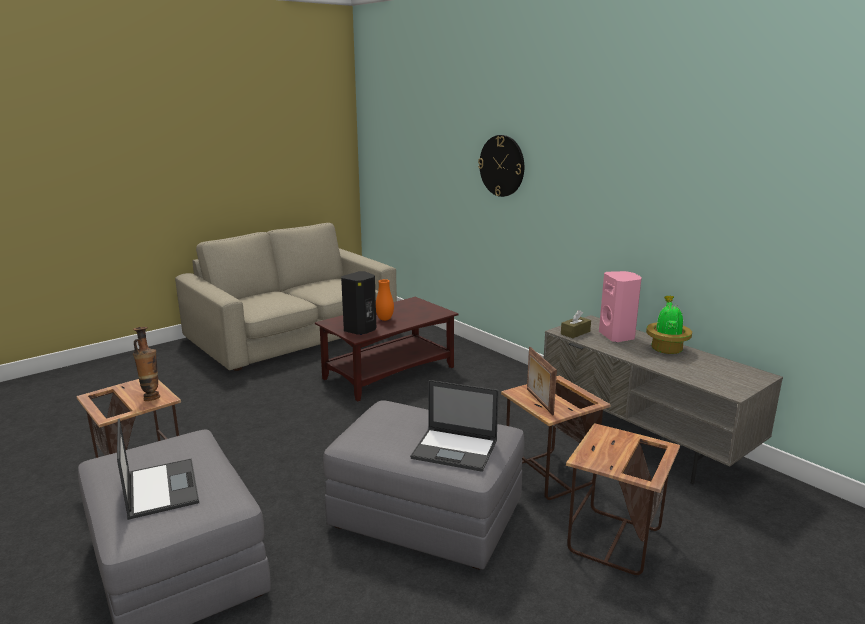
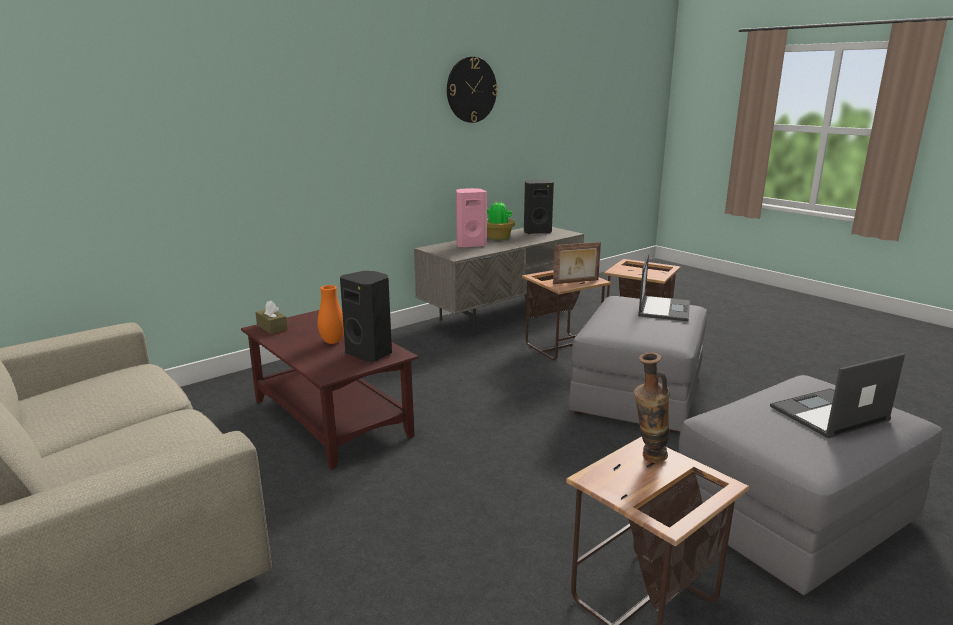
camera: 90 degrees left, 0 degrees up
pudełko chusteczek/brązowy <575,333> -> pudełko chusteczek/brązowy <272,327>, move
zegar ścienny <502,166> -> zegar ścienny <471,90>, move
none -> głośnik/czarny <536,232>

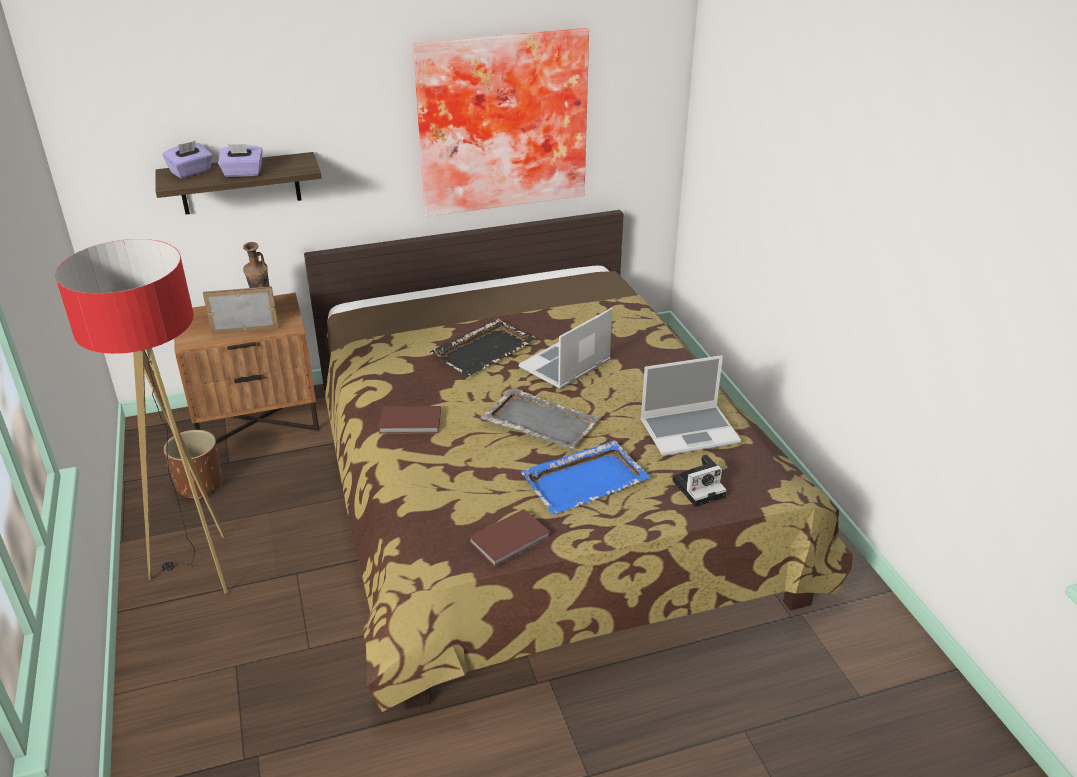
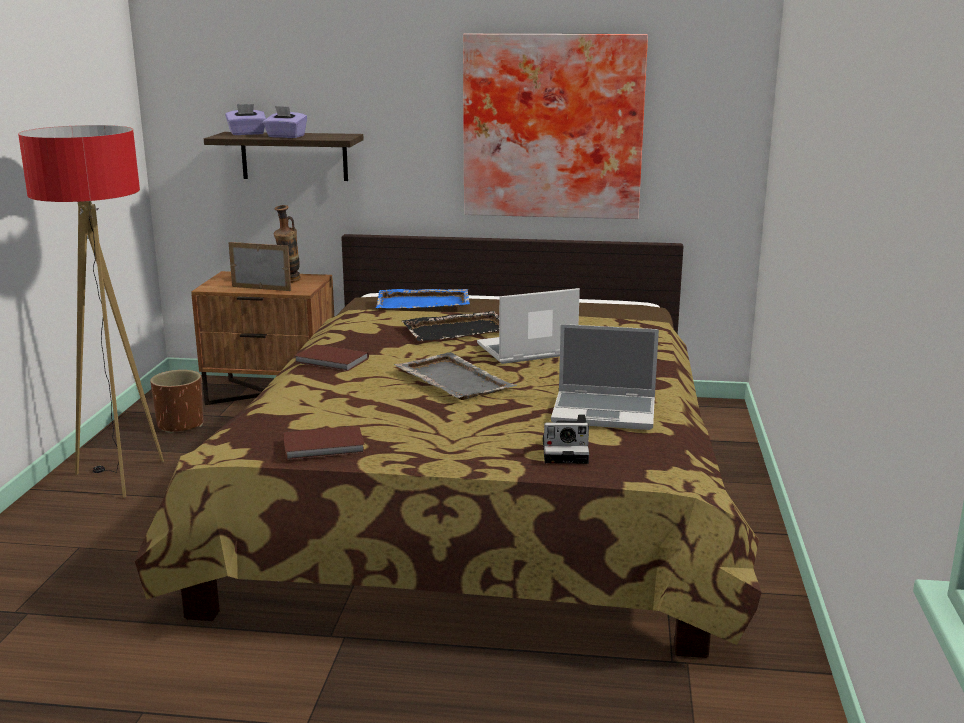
camera: 25 degrees right, 15 degrees down
taca/niebieski <586,480> -> taca/niebieski <424,302>, move

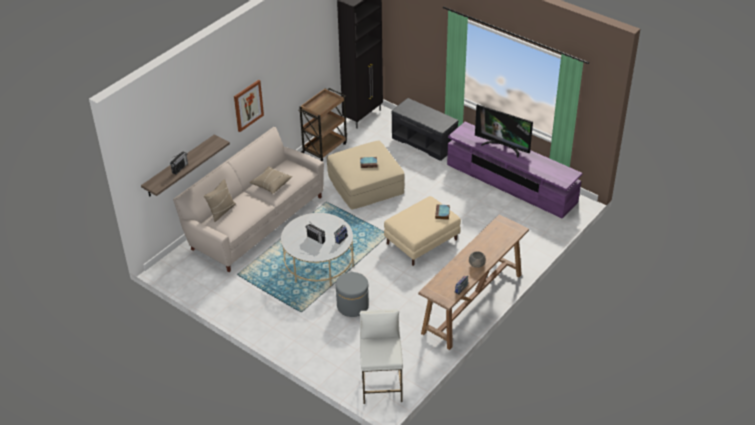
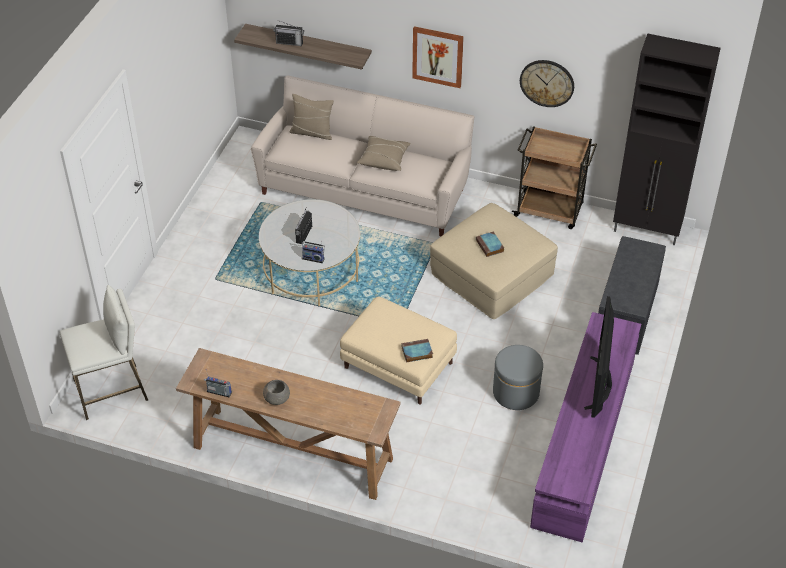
camera: 70 degrees right, 5 degrees up
pufa/szary <352,305> -> pufa/szary <516,392>, move
none -> zegar ścienny <547,83>

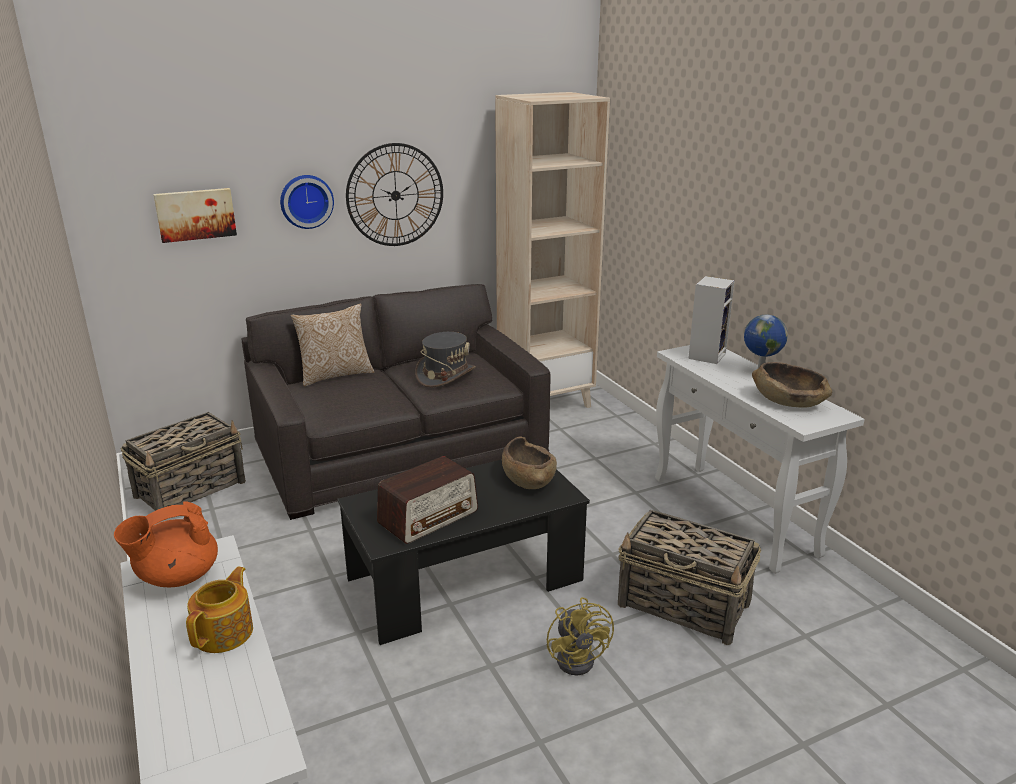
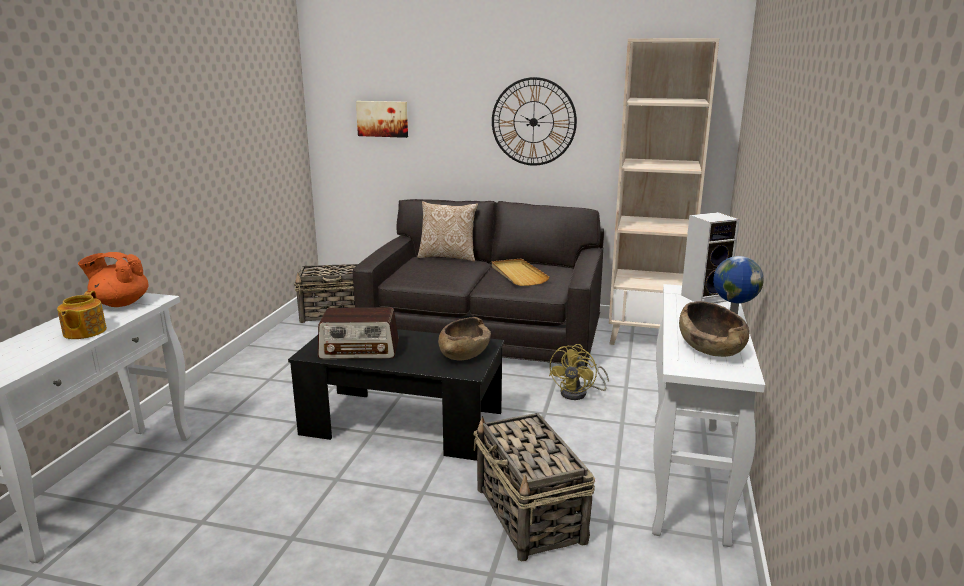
camera: 40 degrees right, 5 degrees down
imbryk <225,632> -> imbryk <84,332>, 120 degrees clockwise
kapelusz/szary <445,375> -> taca/beżowy <518,274>
wentylator/żółty <579,657> -> wentylator/żółty <579,393>, move
zegar ścienny <306,201> -> none

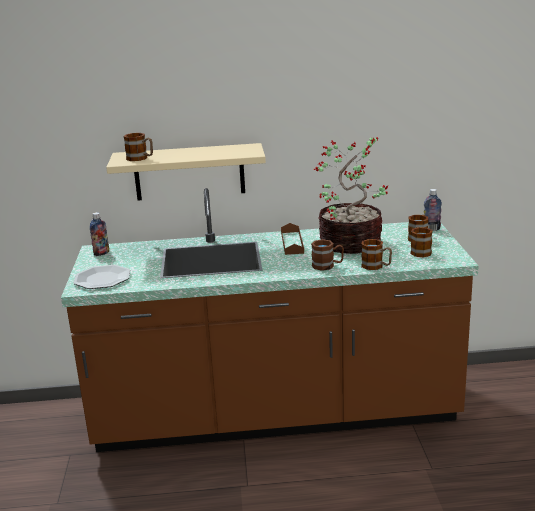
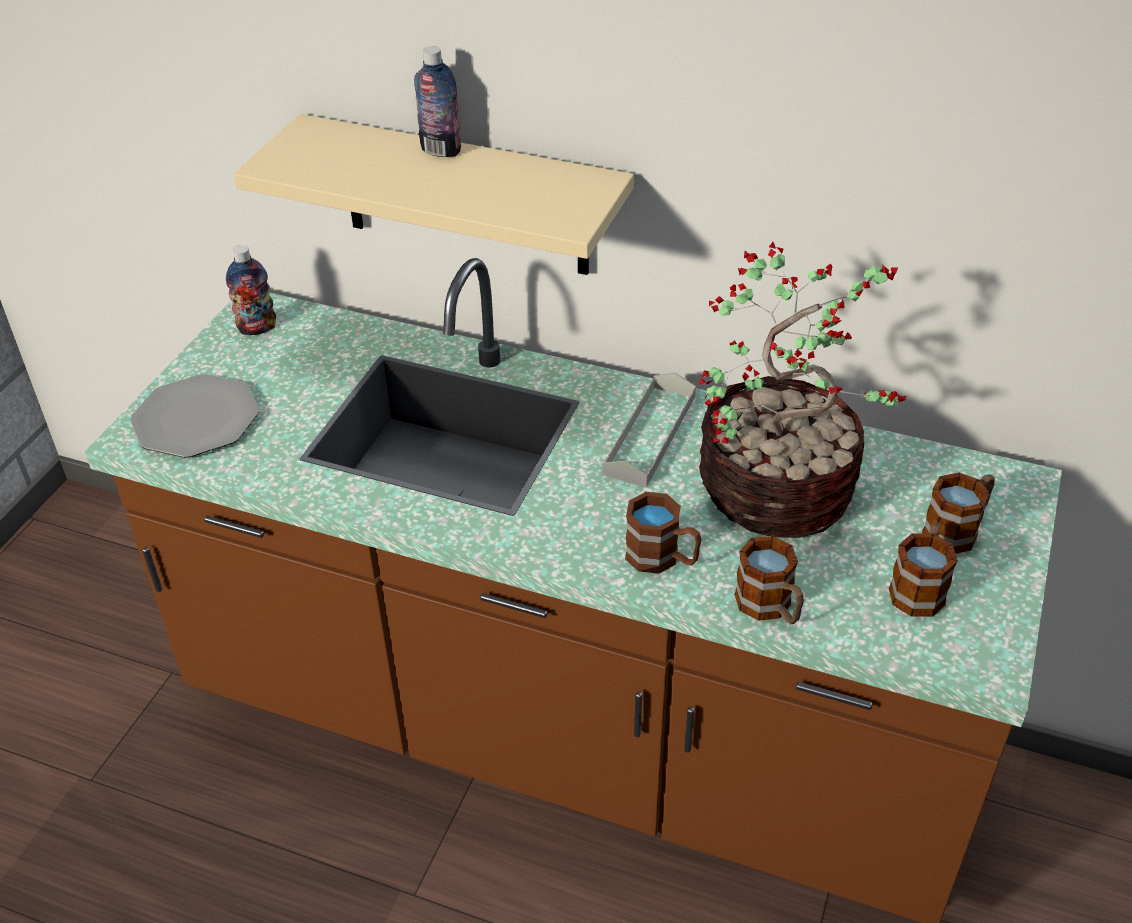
camera: 25 degrees right, 20 degrees up
butelka <431,229> -> butelka <441,150>, move
taca/brązowy <292,242> -> taca/szary <650,434>
kubek <140,158> -> none

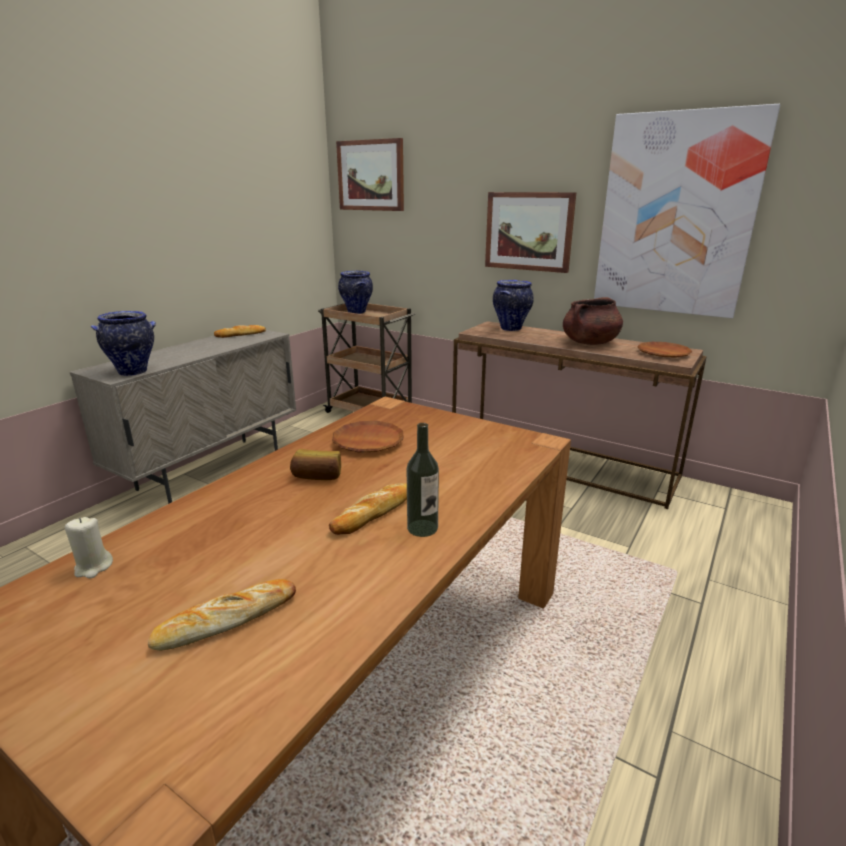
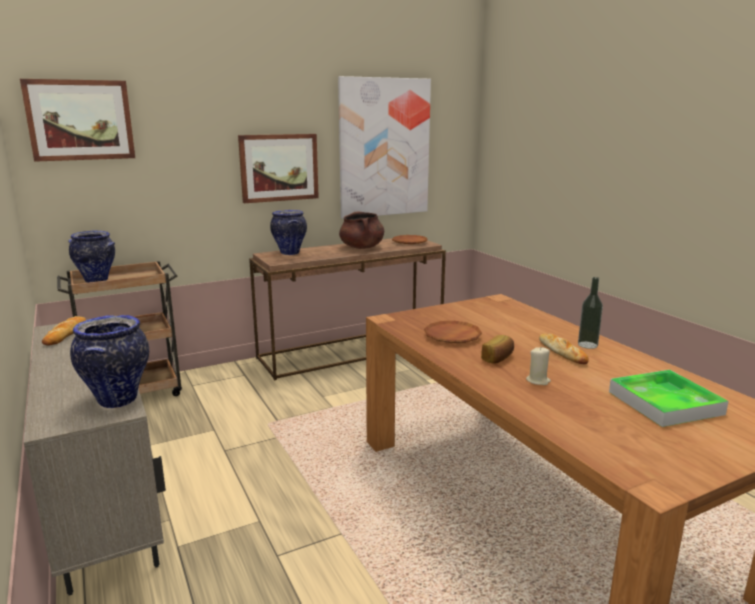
camera: 60 degrees left, 5 degrees down
świeca/beżowy <93,567> -> świeca/beżowy <538,381>, move
chleb <226,620> -> taca <665,403>

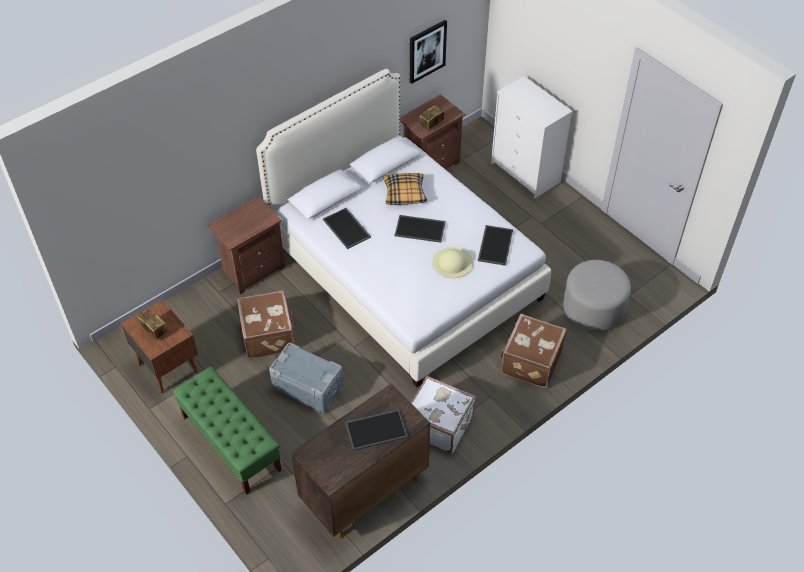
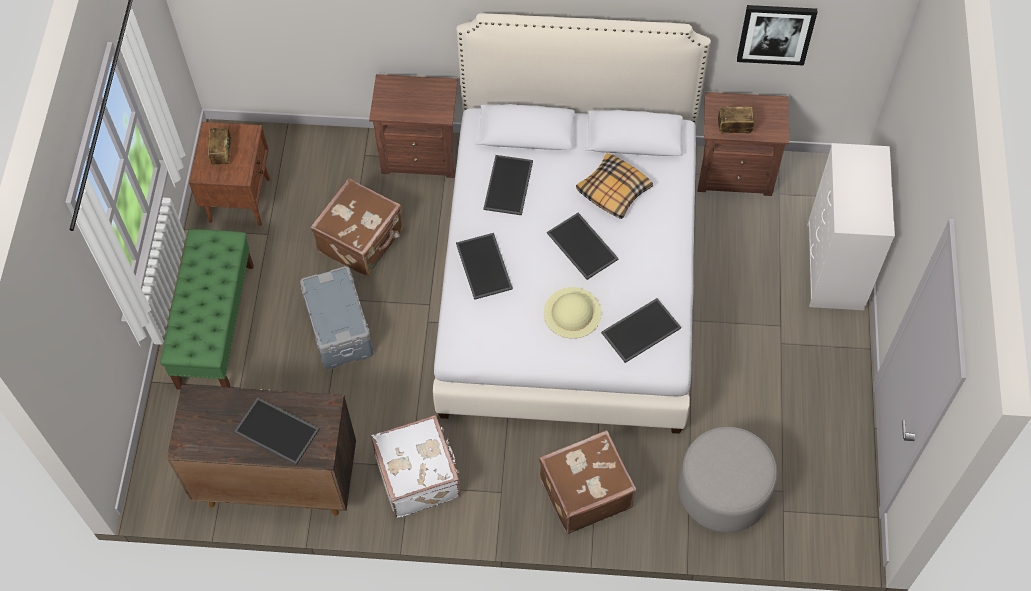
camera: 45 degrees right, 10 degrees up
none -> taca <485,266>

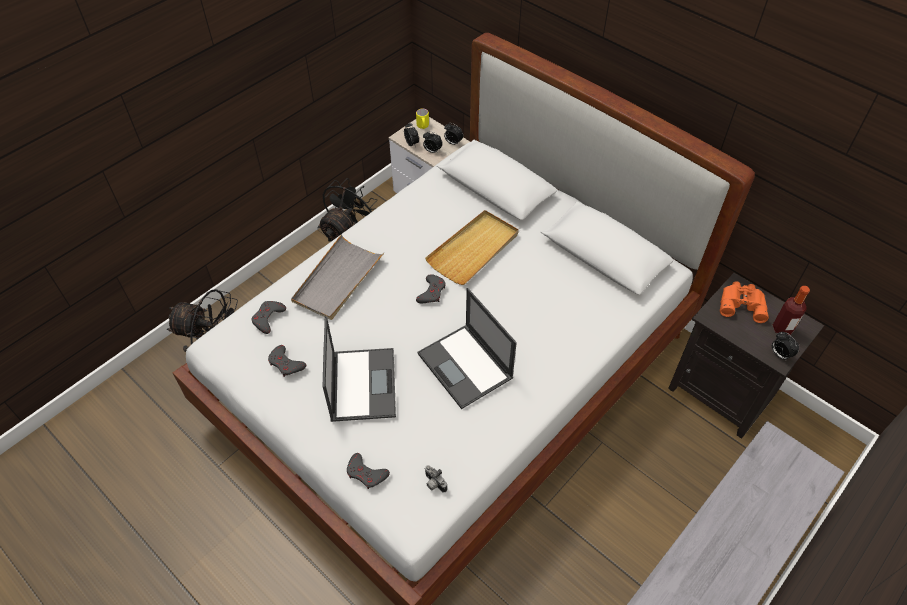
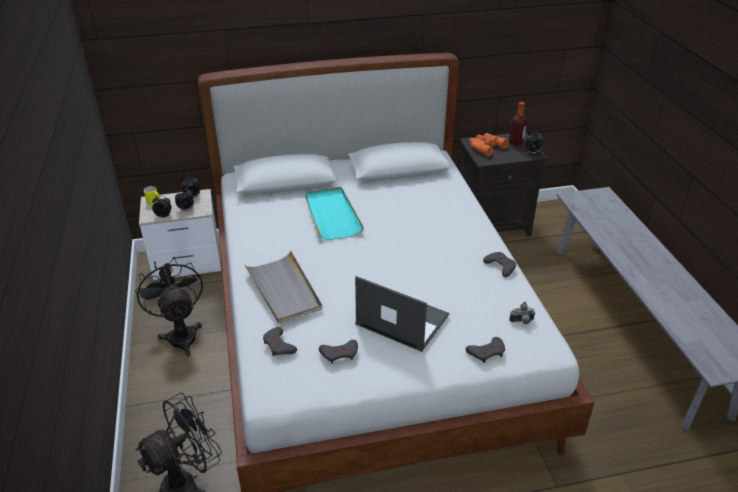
camera: 55 degrees left, 15 degrees down
taca/beżowy <474,249> -> taca/turkusowy <332,215>
pad do gier/szary <431,292> -> pad do gier/szary <500,266>, move
laptop <466,366> -> none

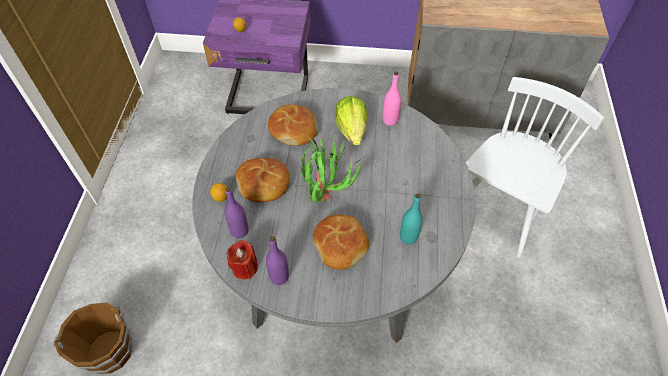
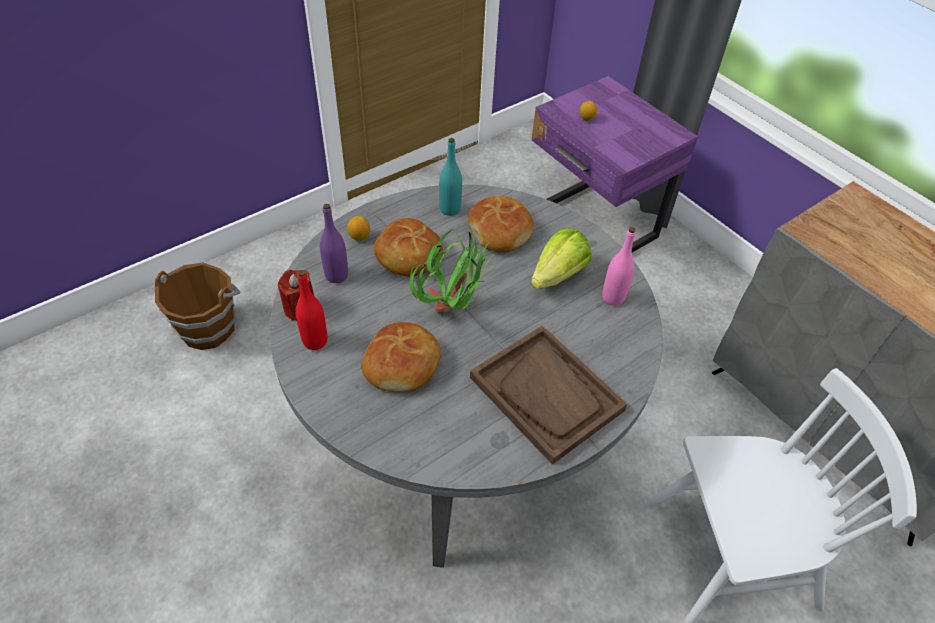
camera: 45 degrees right, 5 degrees down
butelka/fioletowy <279,277> -> butelka/czerwony <315,341>
butelka/turkusowy <408,237> -> butelka/turkusowy <450,209>, move
none -> taca/brązowy <546,394>

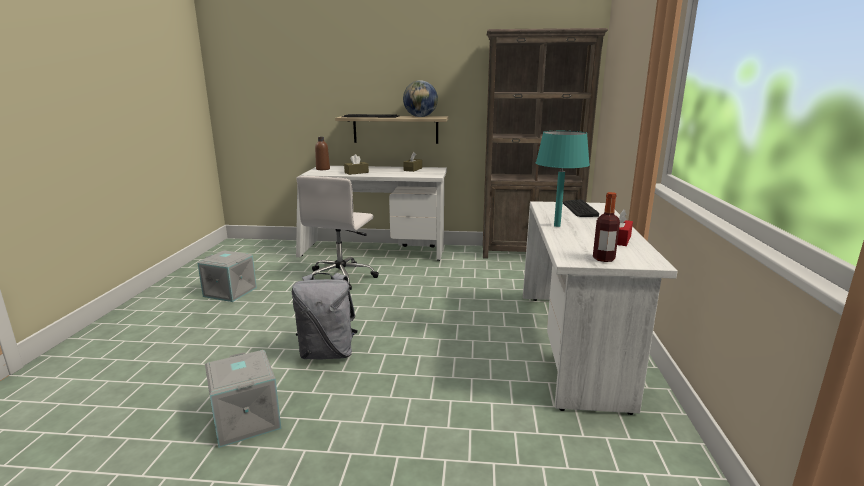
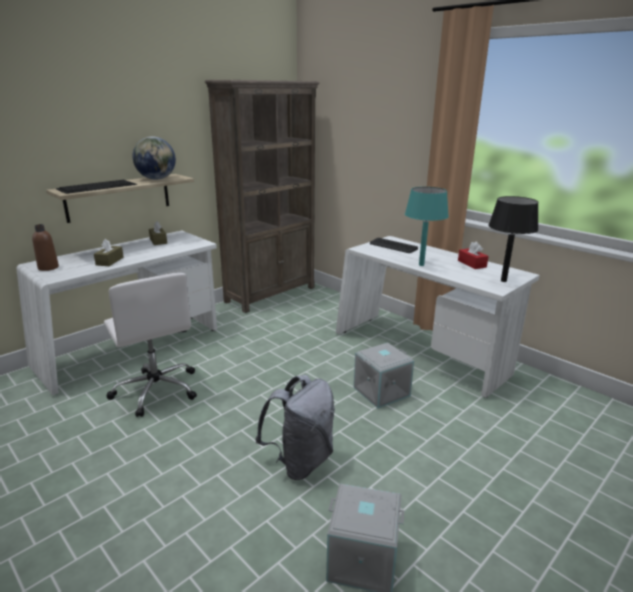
camera: 50 degrees left, 5 degrees up
pojemnik do przechowywania/szary <231,292> -> pojemnik do przechowywania/szary <381,391>, move
butelka <603,259> -> lampa stołowa/czarny <503,281>

